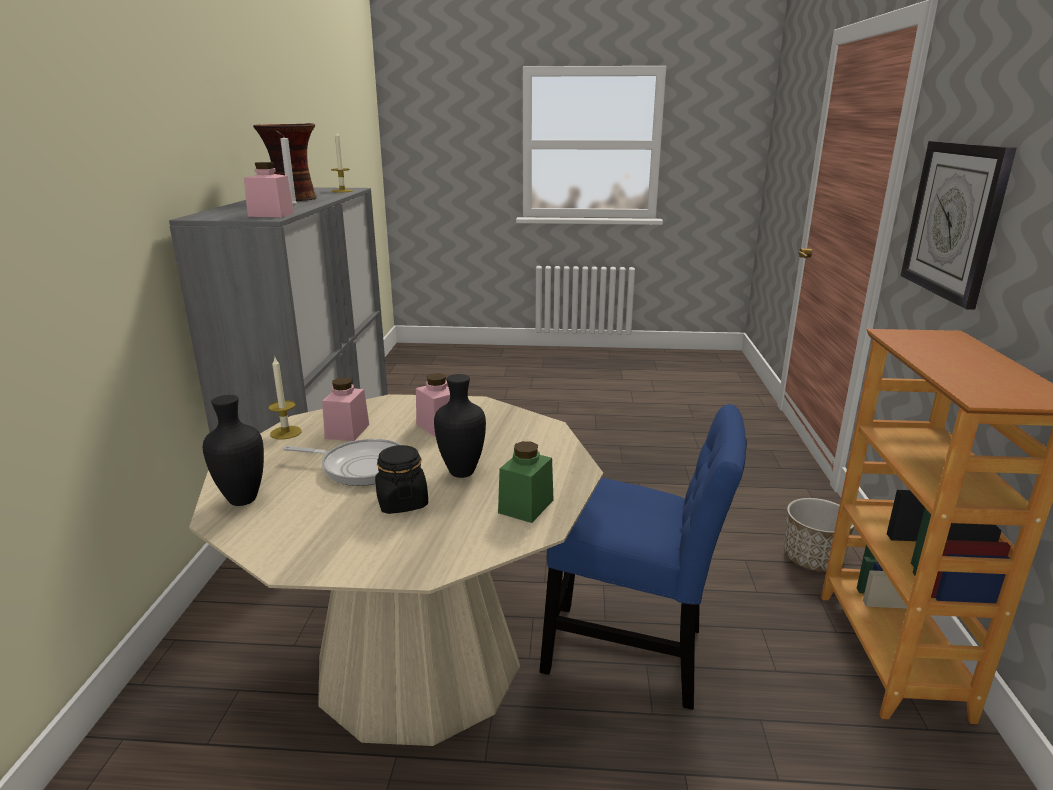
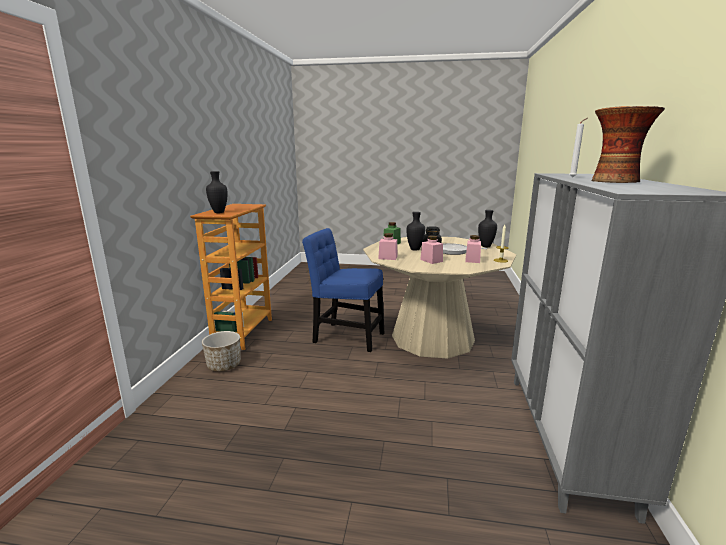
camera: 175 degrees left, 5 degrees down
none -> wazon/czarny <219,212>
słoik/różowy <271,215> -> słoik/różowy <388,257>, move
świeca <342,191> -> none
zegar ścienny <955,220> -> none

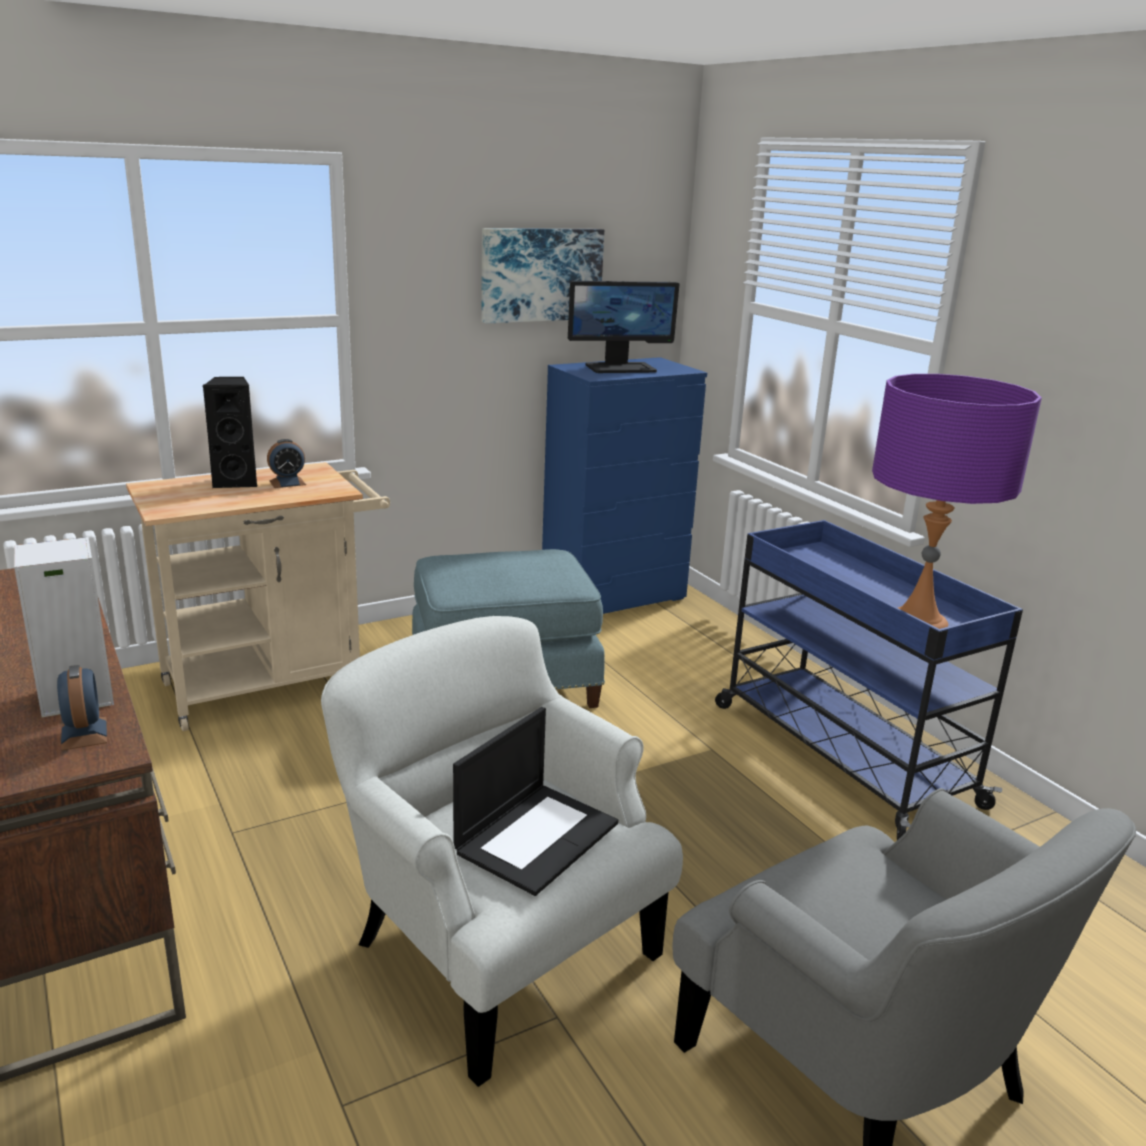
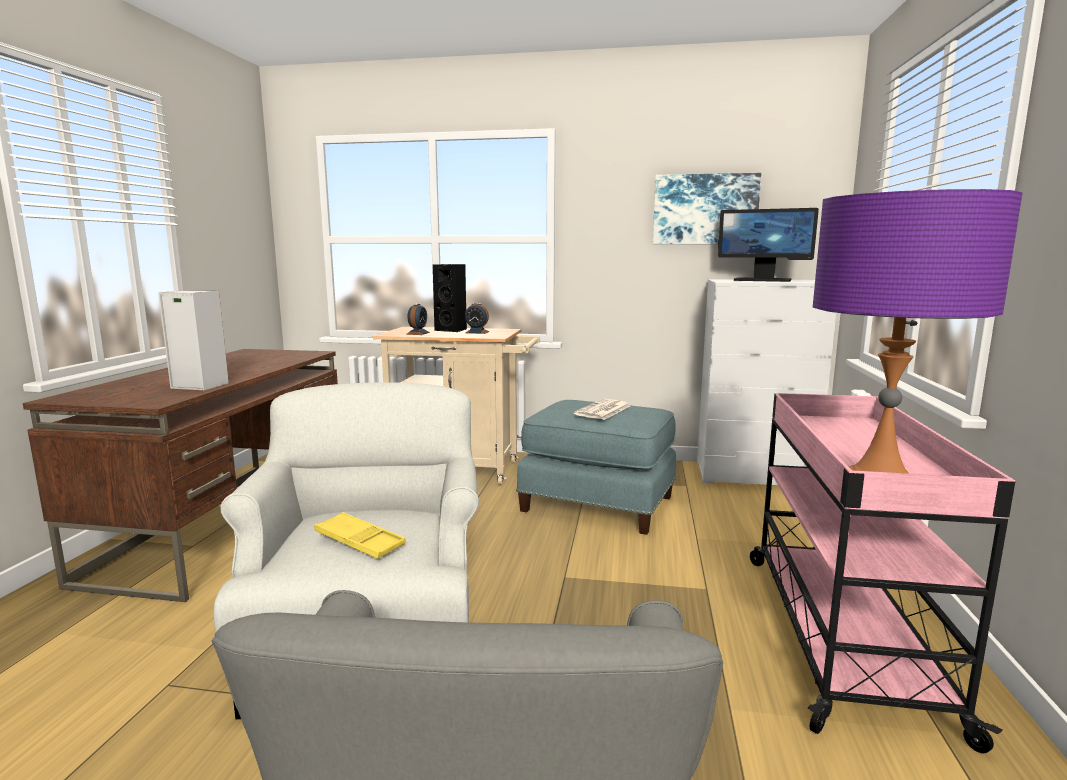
camera: 40 degrees right, 10 degrees down
laptop <537,836> -> taca/żółty <360,541>
budzik <84,733> -> budzik <418,333>, move
none -> gazeta <603,410>
komoda/niebieski <614,596> -> komoda/biały <754,475>
wózek/niebieski <840,752> -> wózek/różowy <839,633>

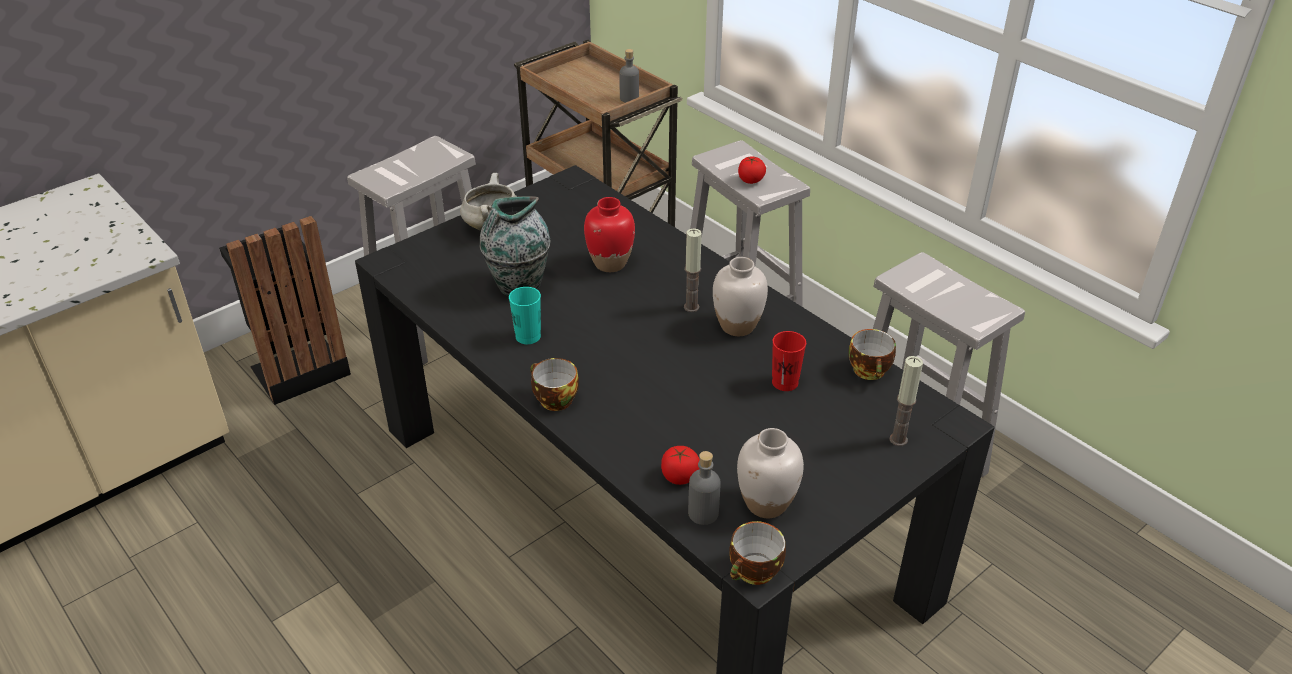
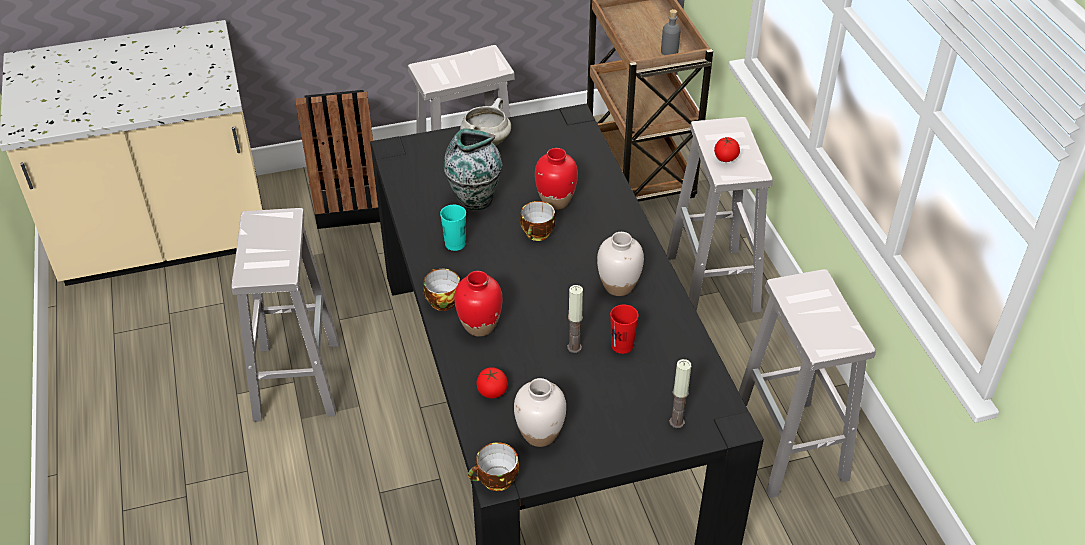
camera: 25 degrees right, 5 degrees up
none -> stołek/biały <297,378>
none -> wazon/czerwony <479,326>
filiżanka <870,371> -> filiżanka <538,234>, move
świeca <691,307> -> świeca <574,347>, move
butelka/szary <703,513> -> none

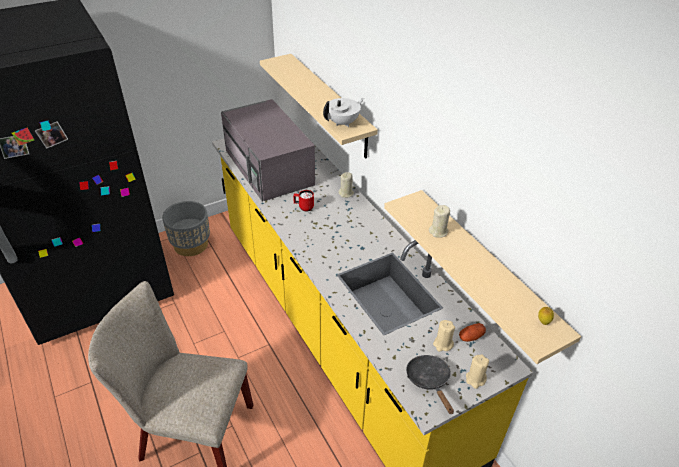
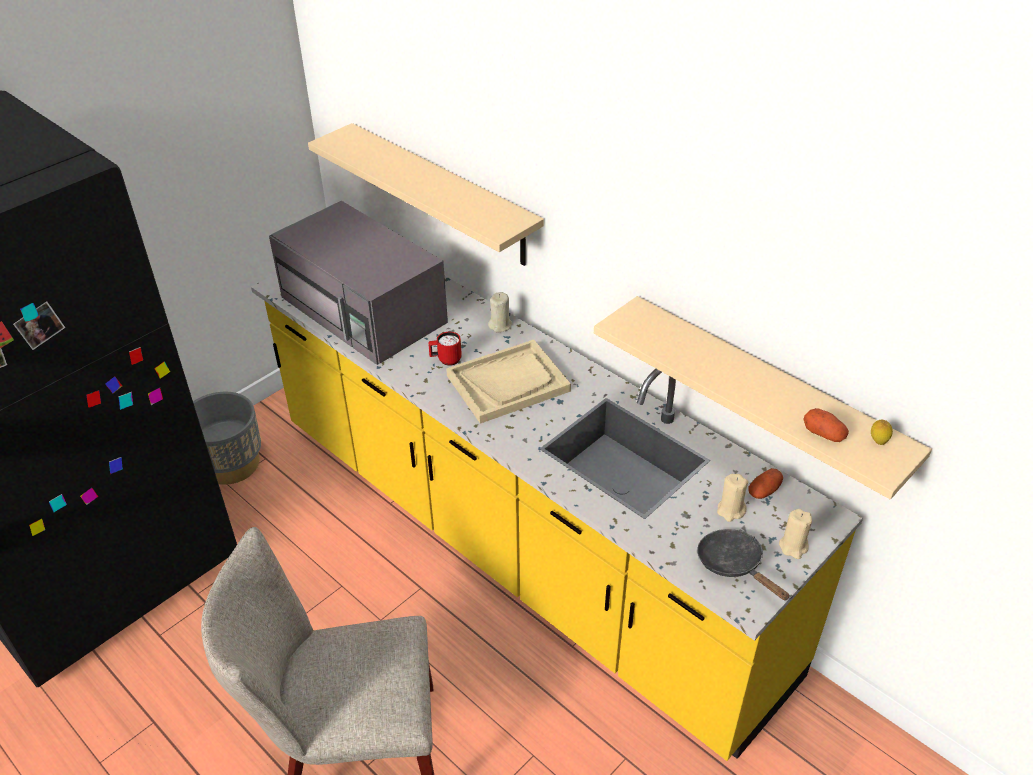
camera: 15 degrees left, 0 degrees up
none -> taca/beżowy <508,383>
none -> ziemniak <824,434>
imbryk/biały <343,123> -> none
świeca/beżowy <438,231> -> none

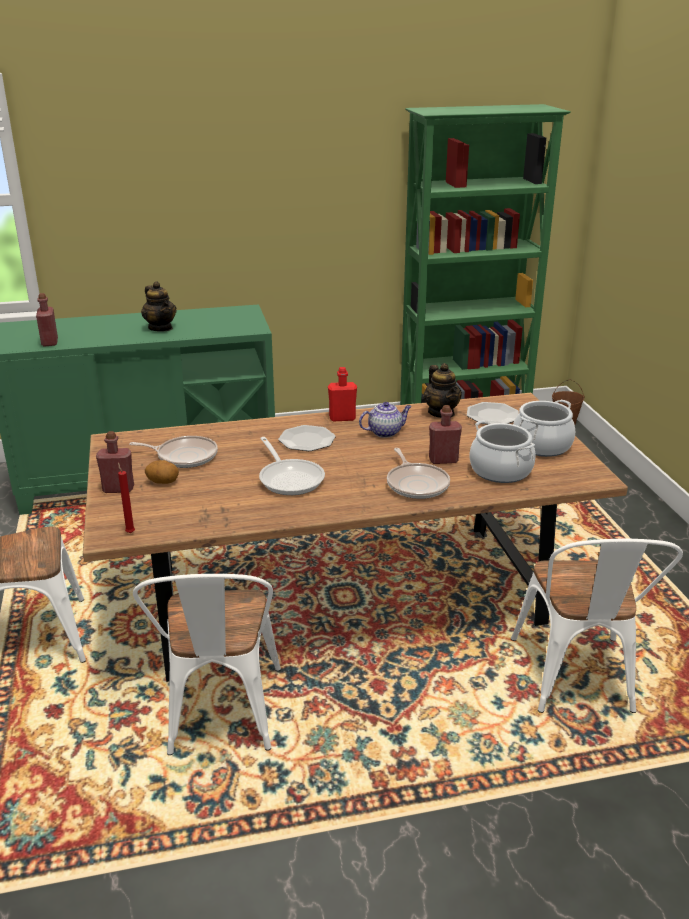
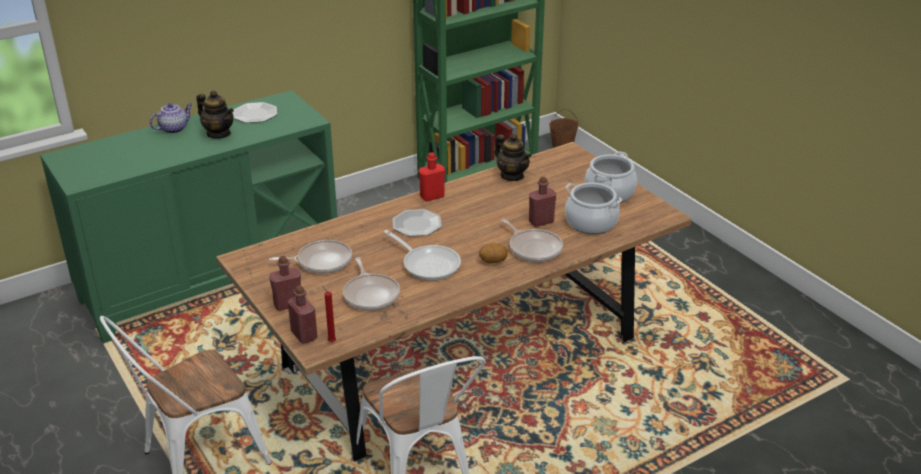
camera: 20 degrees left, 5 degrees up
imbryk <385,432> -> imbryk <174,128>, move
talerz <492,415> -> talerz <255,114>, move
butelka/czerwony <50,342> -> butelka/czerwony <304,335>, move
none -> patelnia <371,294>
ziemniak <163,482> -> ziemniak <493,261>, move
krzesło/biały <576,682> -> none

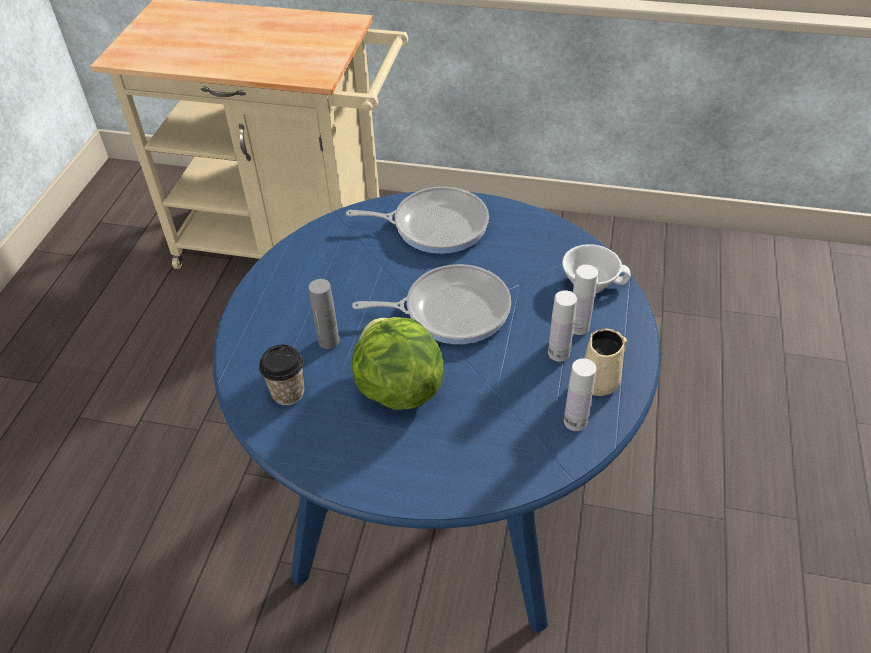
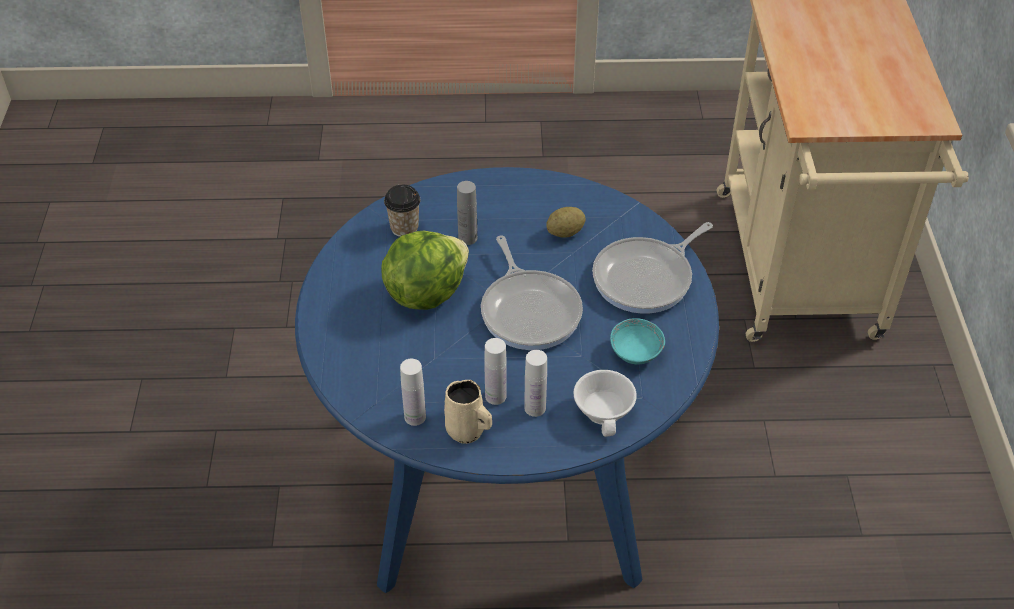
camera: 75 degrees right, 0 degrees up
none -> ziemniak <565,232>
patelnia <435,225> -> patelnia <646,278>, 60 degrees clockwise
none -> miska/turkusowy <636,352>

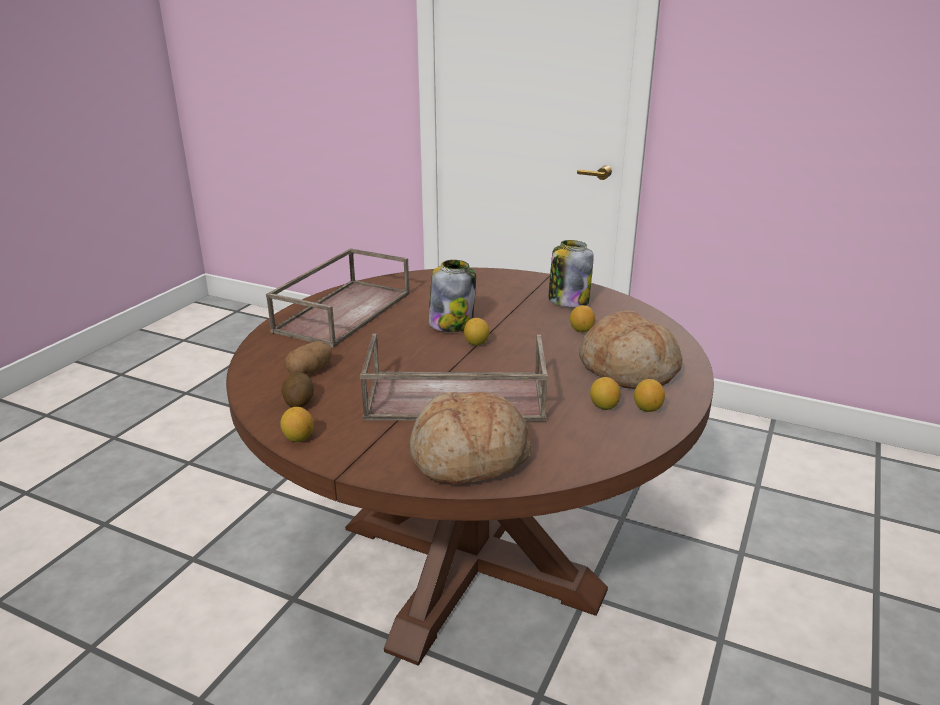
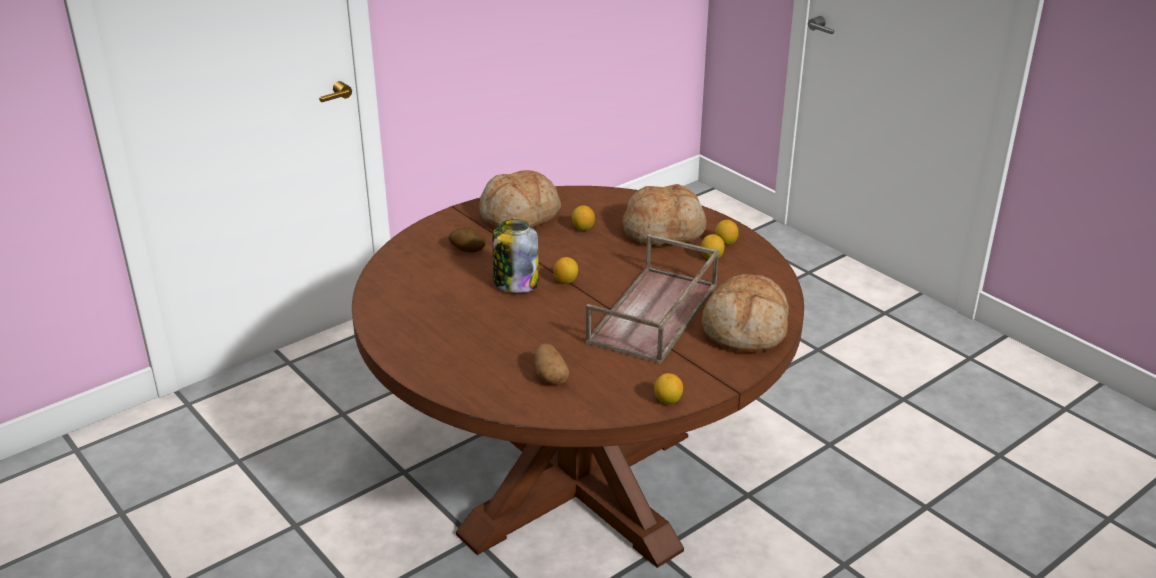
camera: 65 degrees left, 5 degrees up
ziemniak <299,401> -> ziemniak <467,249>, move
słoik <568,301> -> chleb <520,216>
taca/brązowy <343,311> -> none

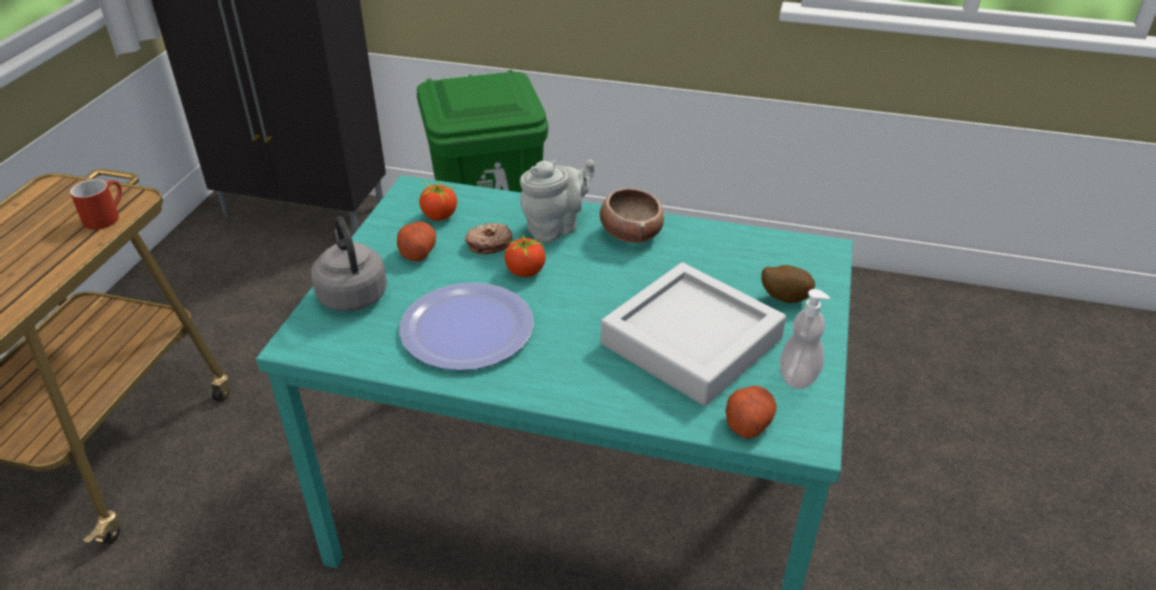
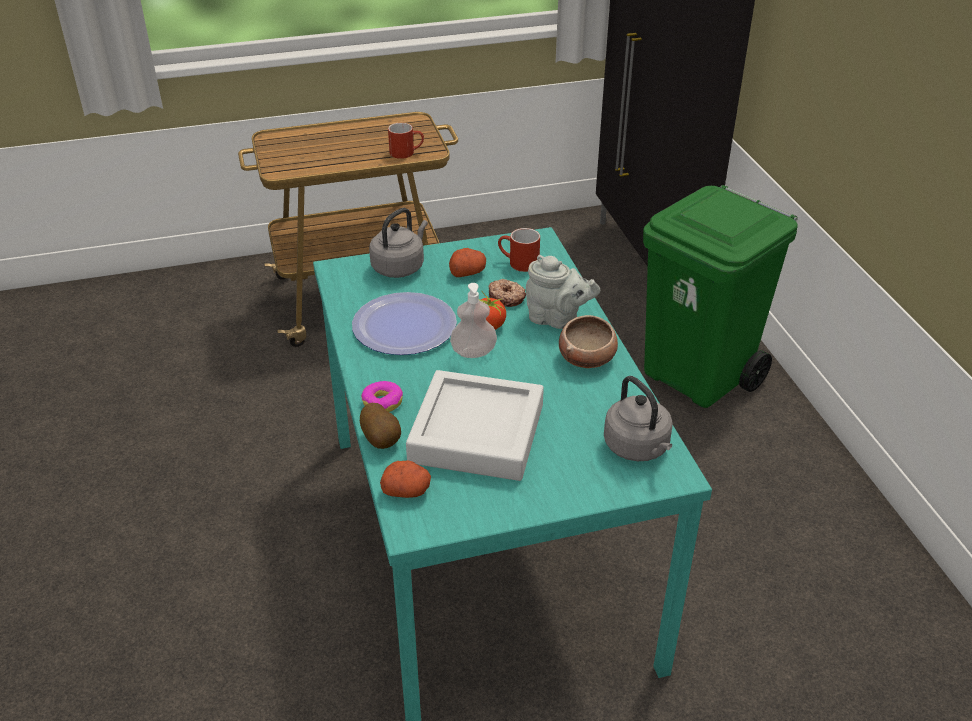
camera: 60 degrees right, 0 degrees up
ziemniak <784,298> -> ziemniak <382,440>, move
none -> donut <383,402>
dozownik mydła <798,376> -> dozownik mydła <473,352>, move
pomidor <439,216> -> kubek/czerwony <518,263>
none -> czajnik/szary <638,448>

